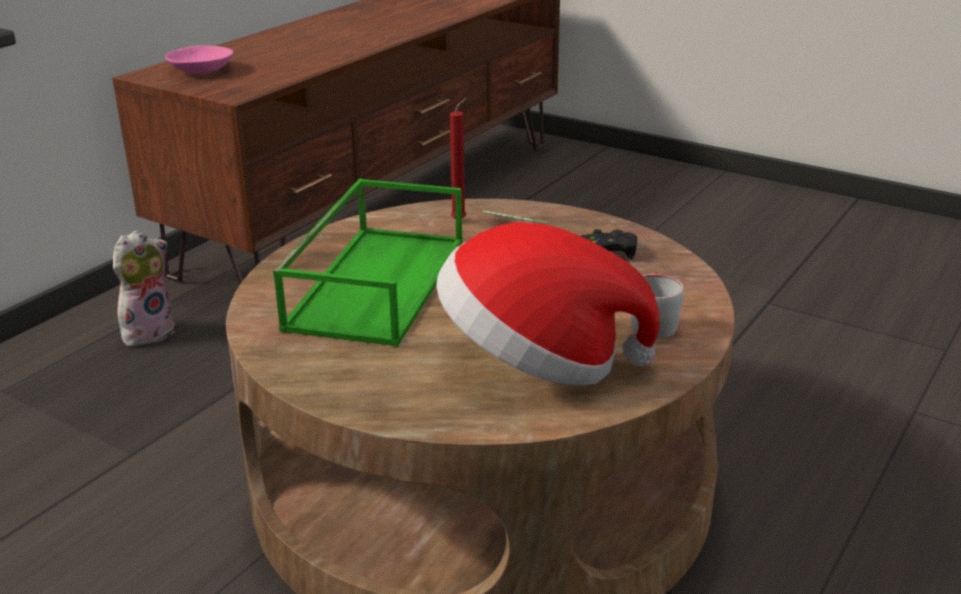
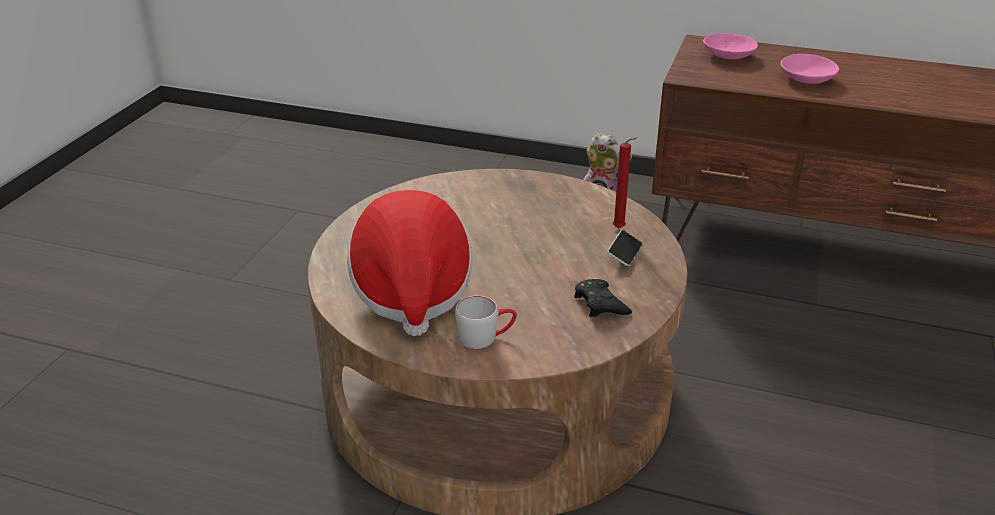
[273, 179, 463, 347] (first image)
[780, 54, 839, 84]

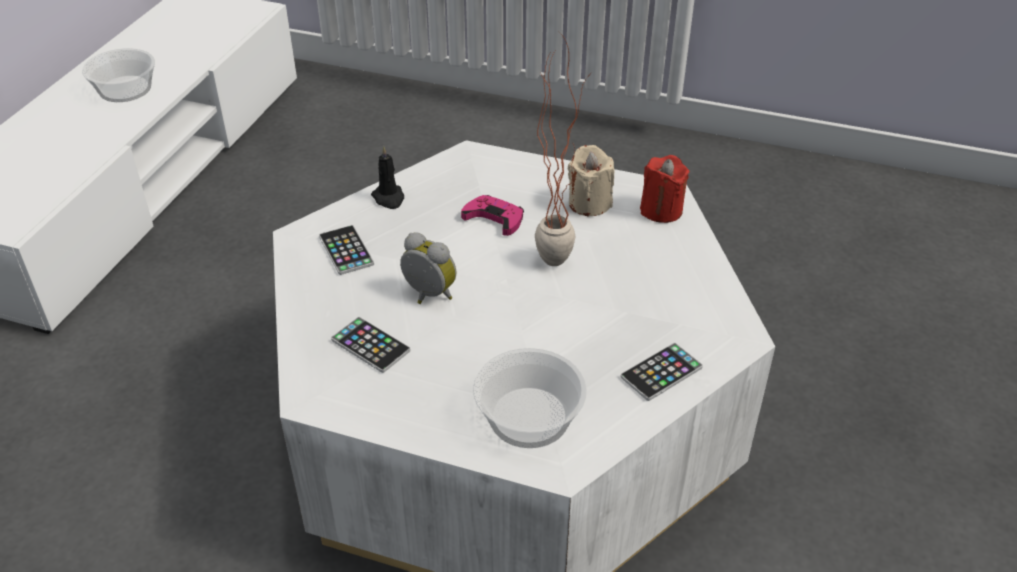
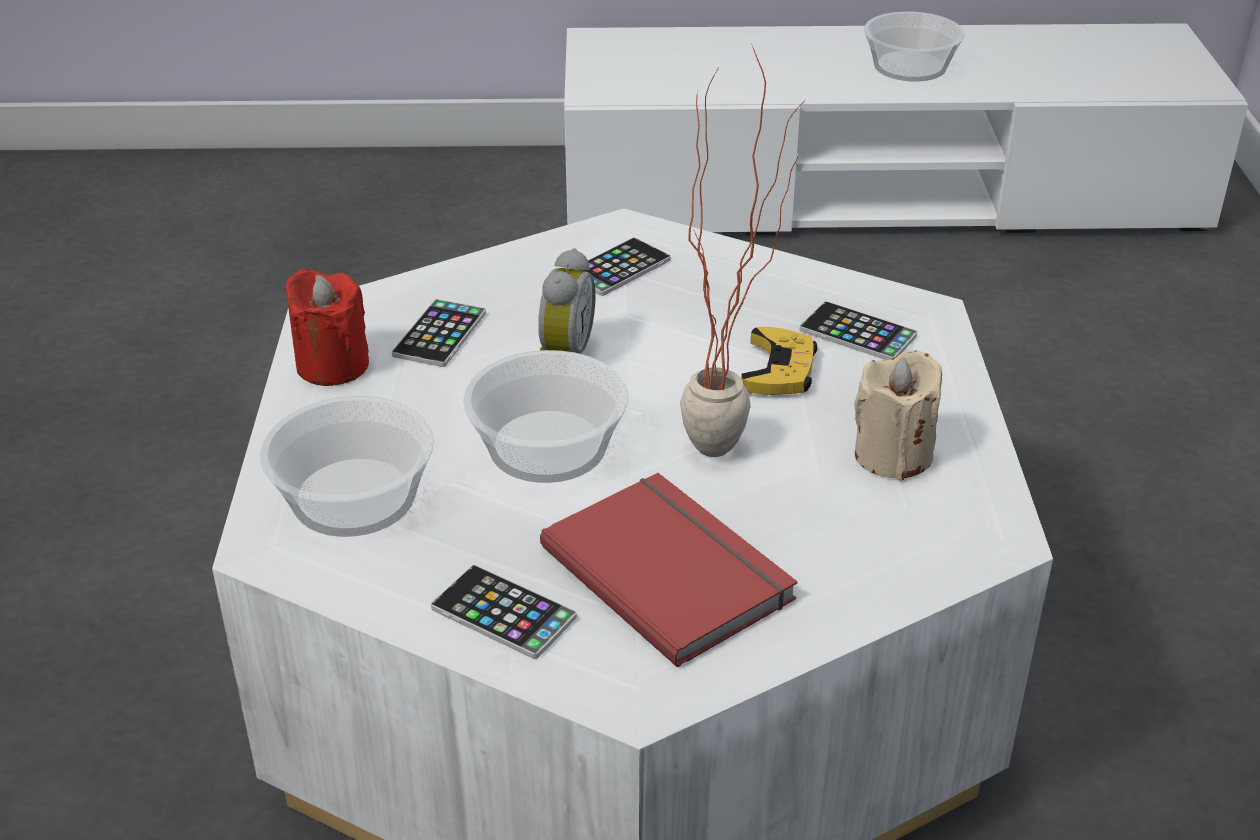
[371, 146, 404, 209] (first image)
[285, 269, 369, 386]
[741, 327, 817, 395]
[800, 301, 917, 360]
[463, 350, 629, 483]
[540, 473, 798, 667]

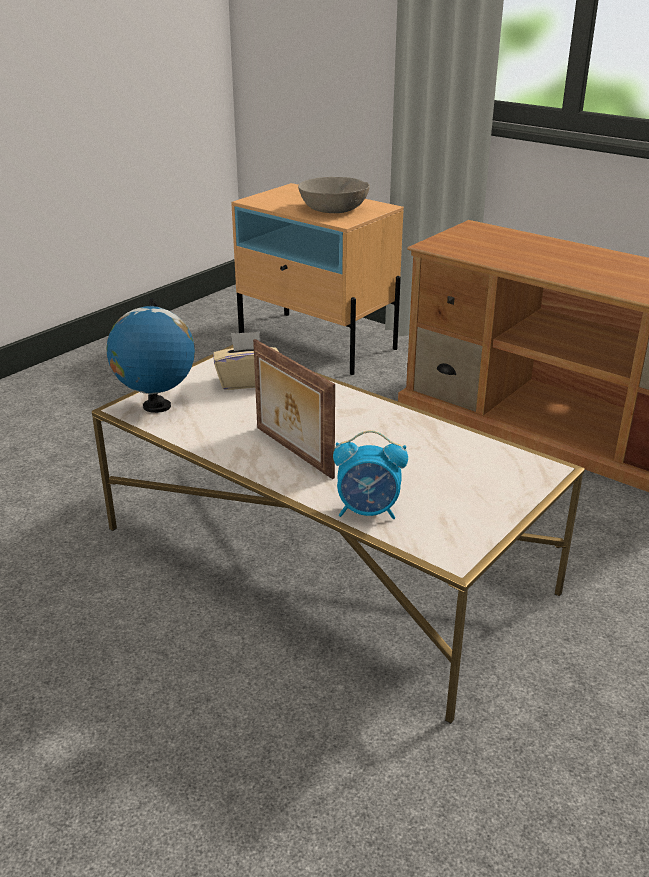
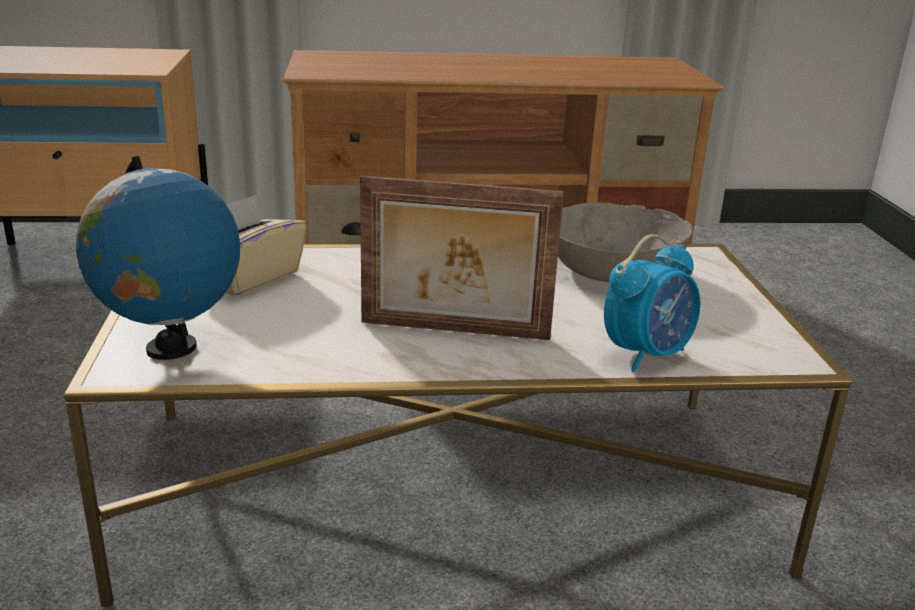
[558, 202, 693, 282]

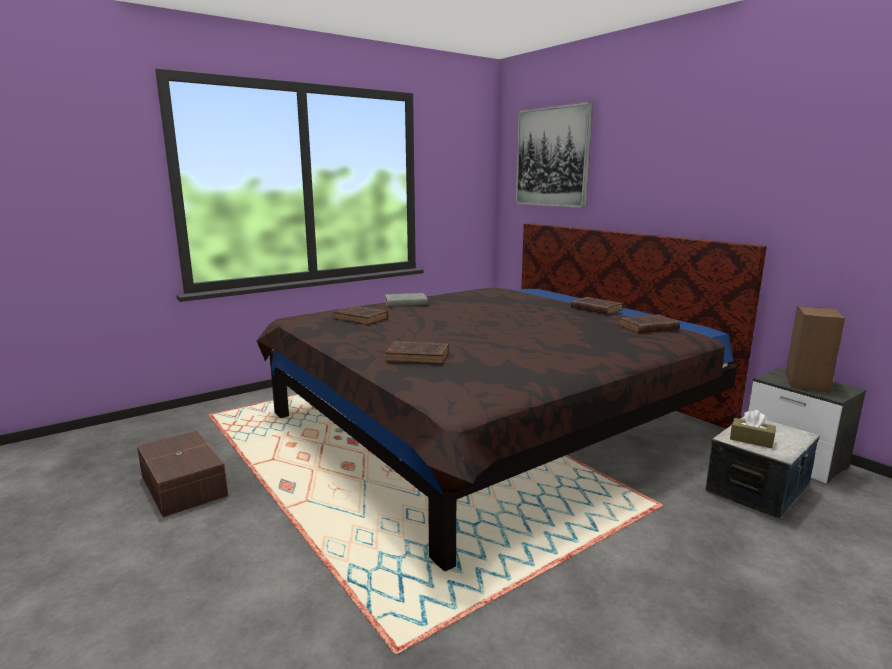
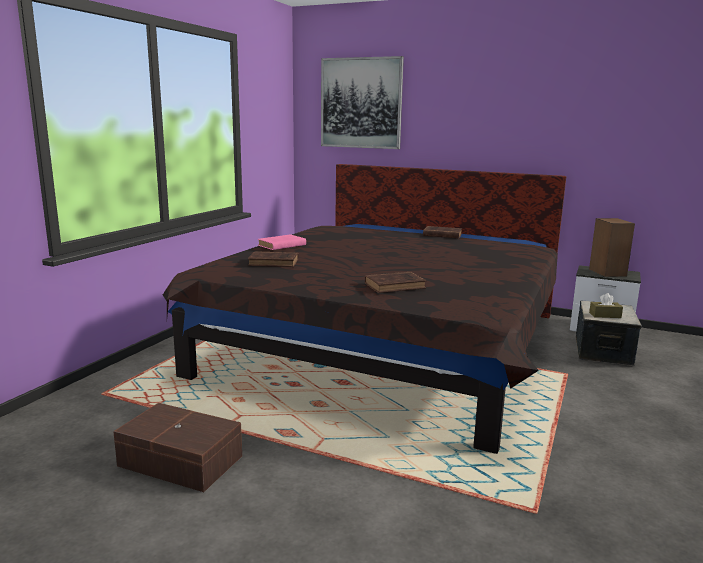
[258, 234, 306, 250]
[619, 314, 680, 333] (first image)

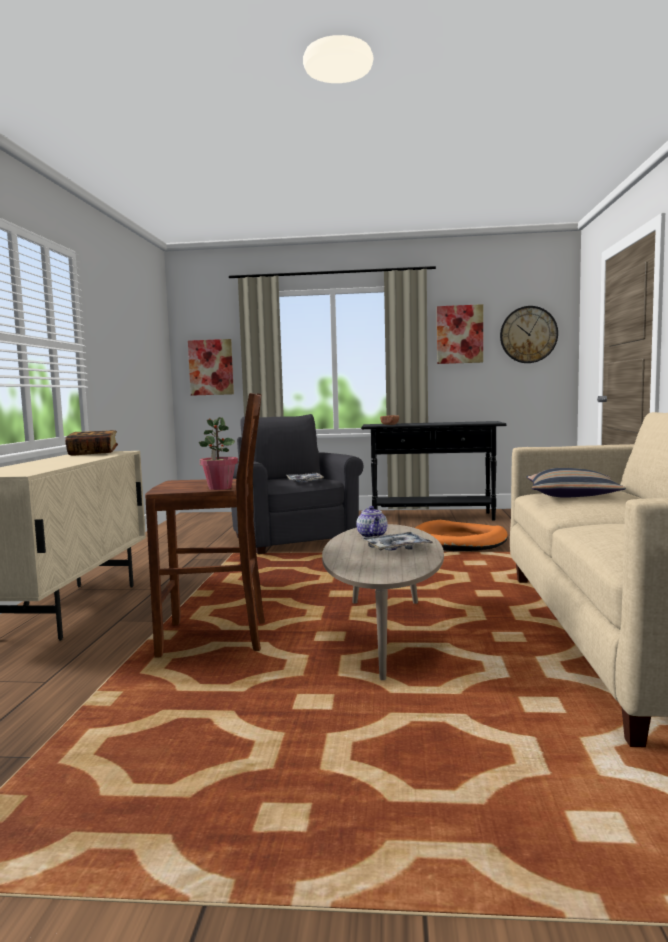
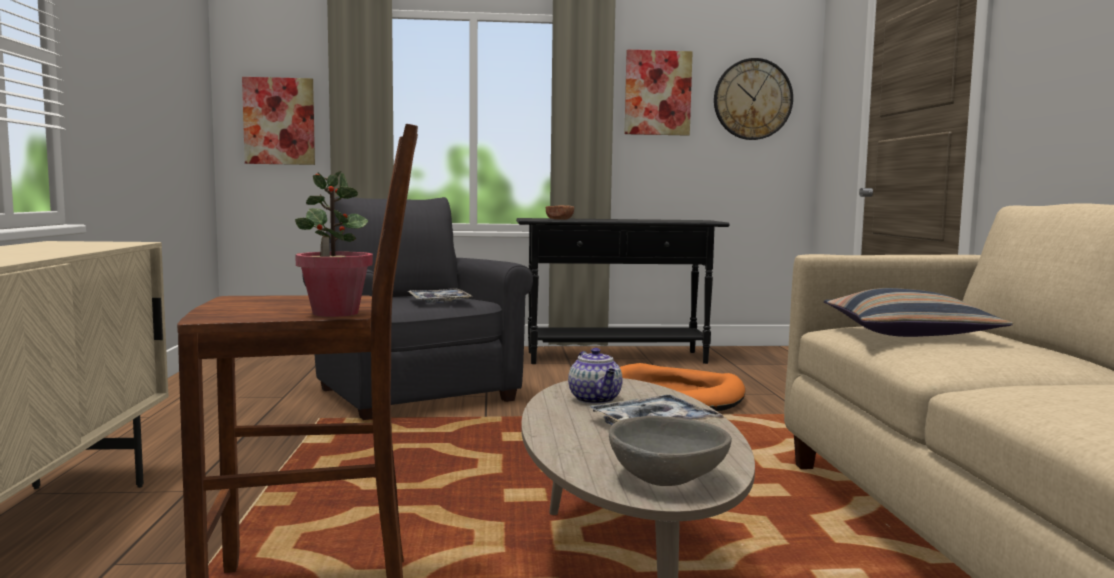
[65, 430, 118, 456] (first image)
[609, 416, 732, 486]

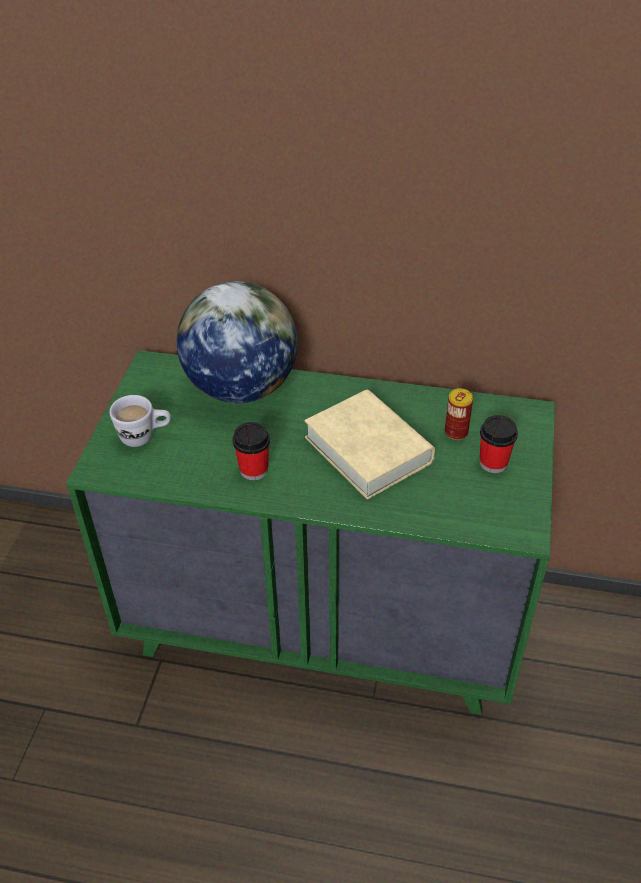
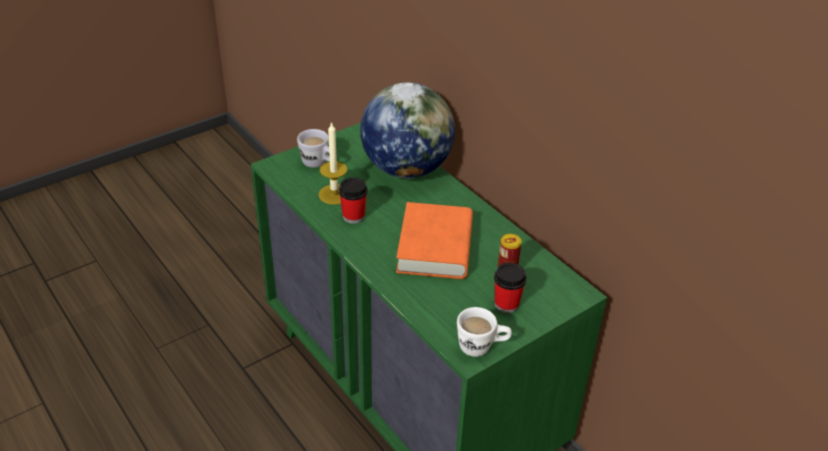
[396, 202, 473, 279]
[319, 122, 347, 205]
[457, 307, 512, 357]

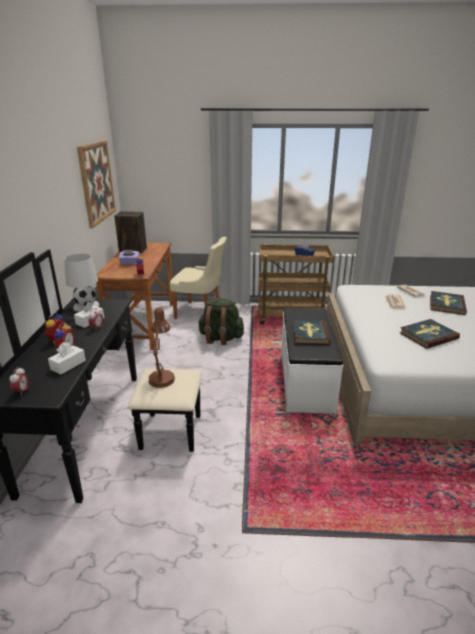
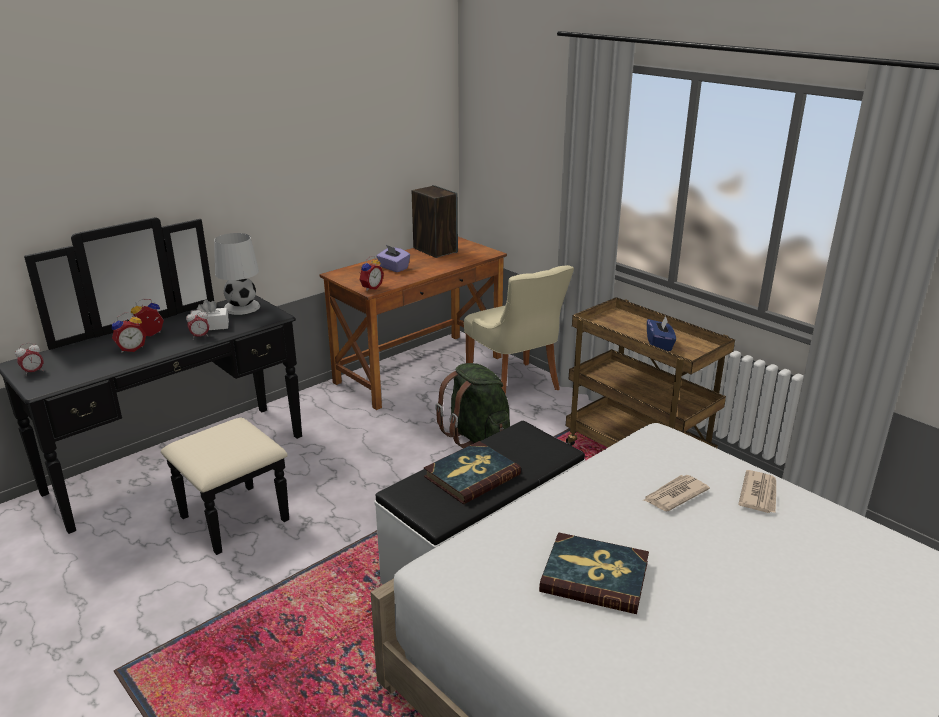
[77, 140, 116, 228] (first image)
[430, 291, 467, 315] (first image)
[148, 307, 175, 388] (first image)
[48, 342, 86, 375] (first image)

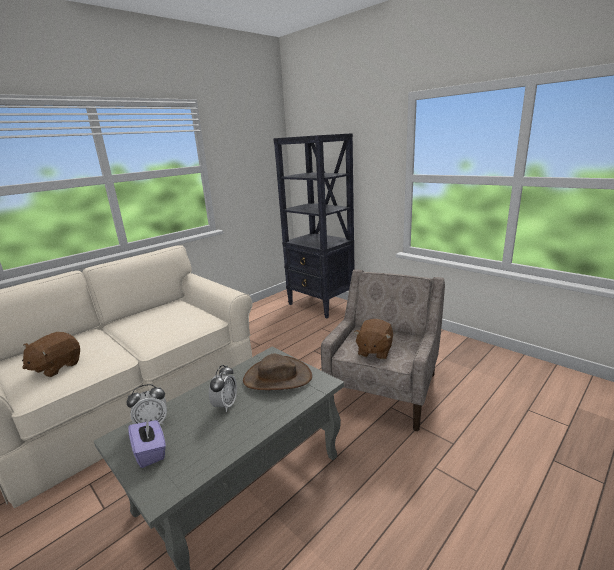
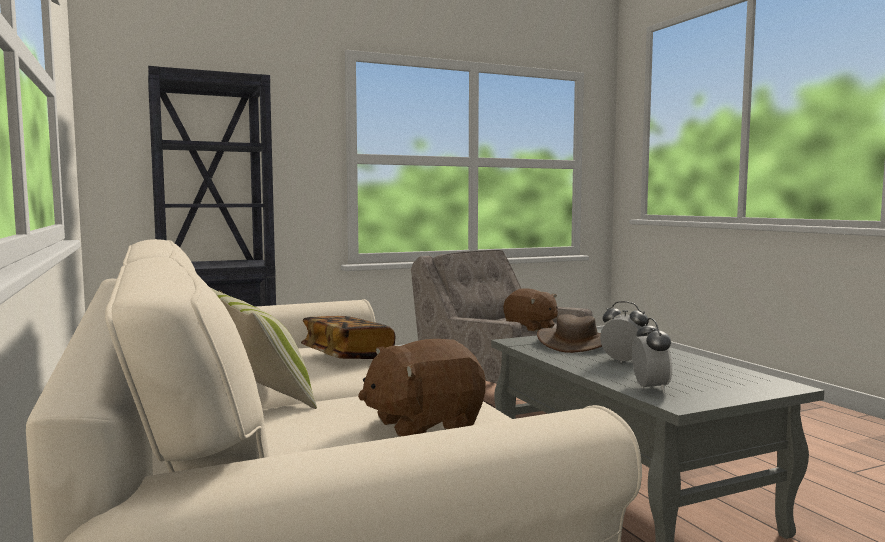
[358, 339, 486, 437]
[128, 418, 166, 468] (first image)
[211, 288, 317, 409]
[301, 316, 395, 359]

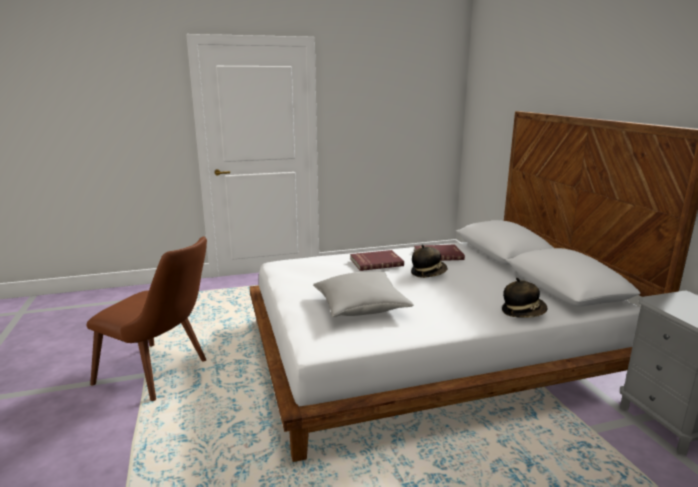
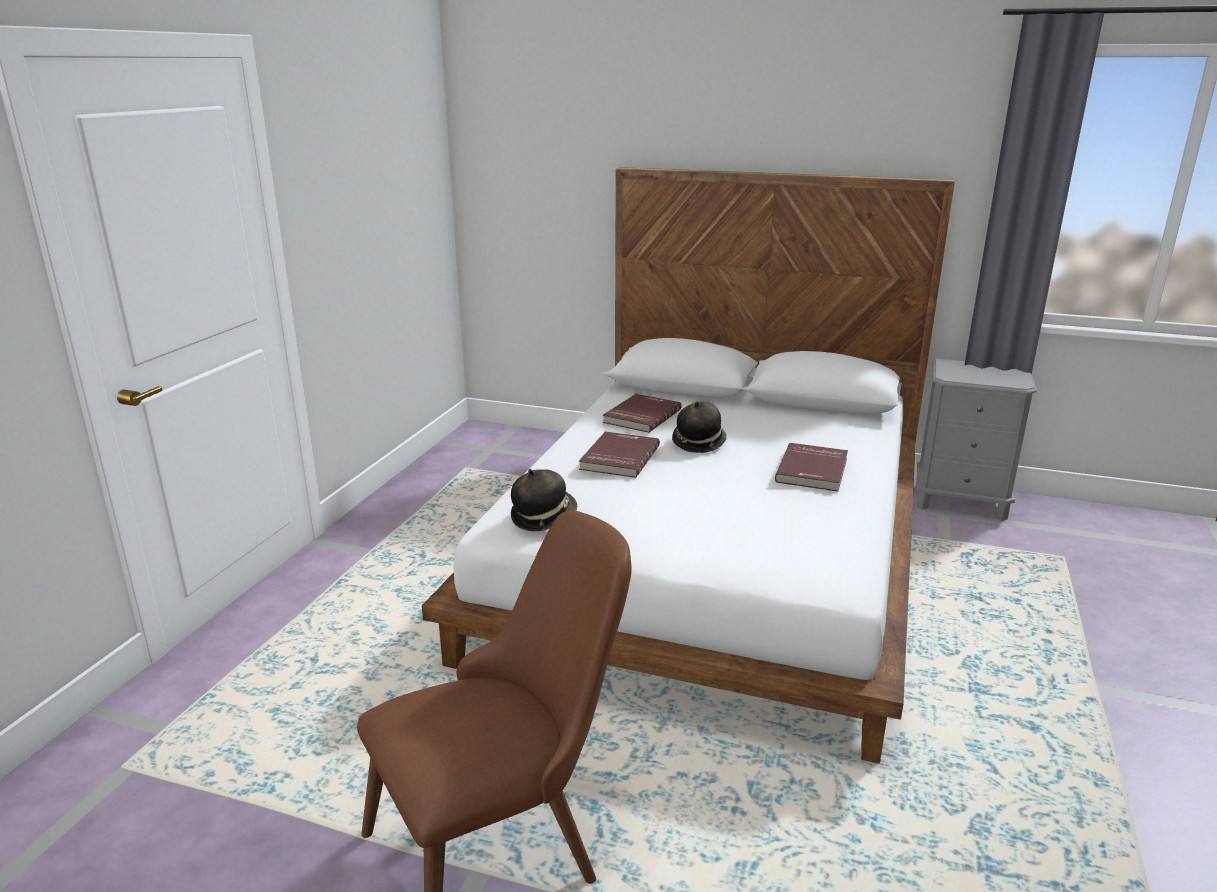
[313, 272, 414, 317] (first image)
[511, 469, 577, 532]
[775, 443, 848, 492]

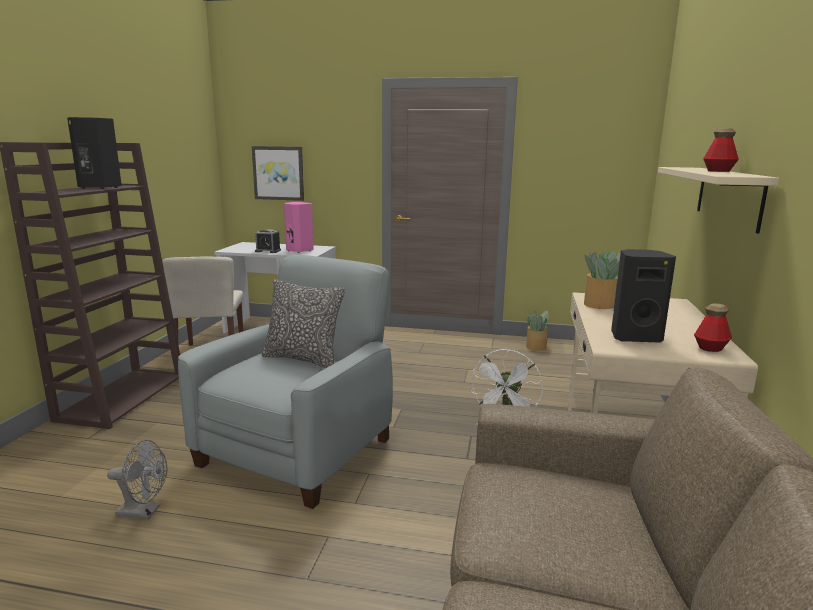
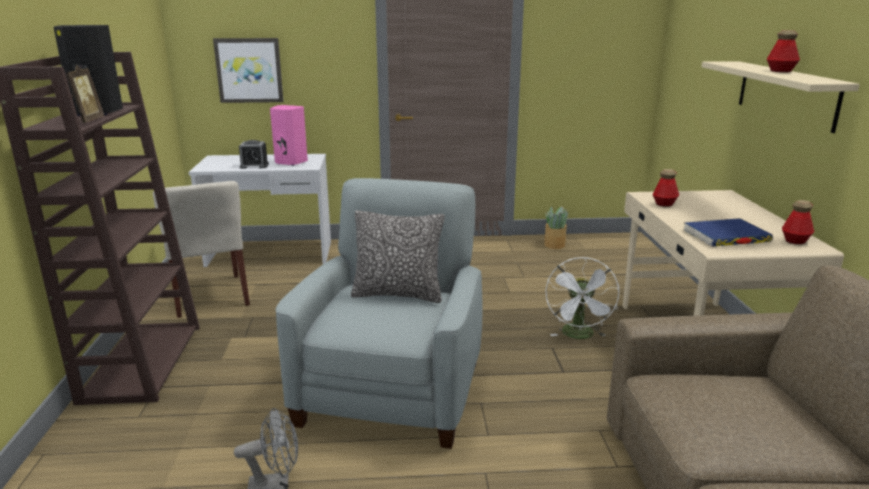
[684, 218, 773, 247]
[653, 169, 679, 207]
[66, 64, 104, 123]

